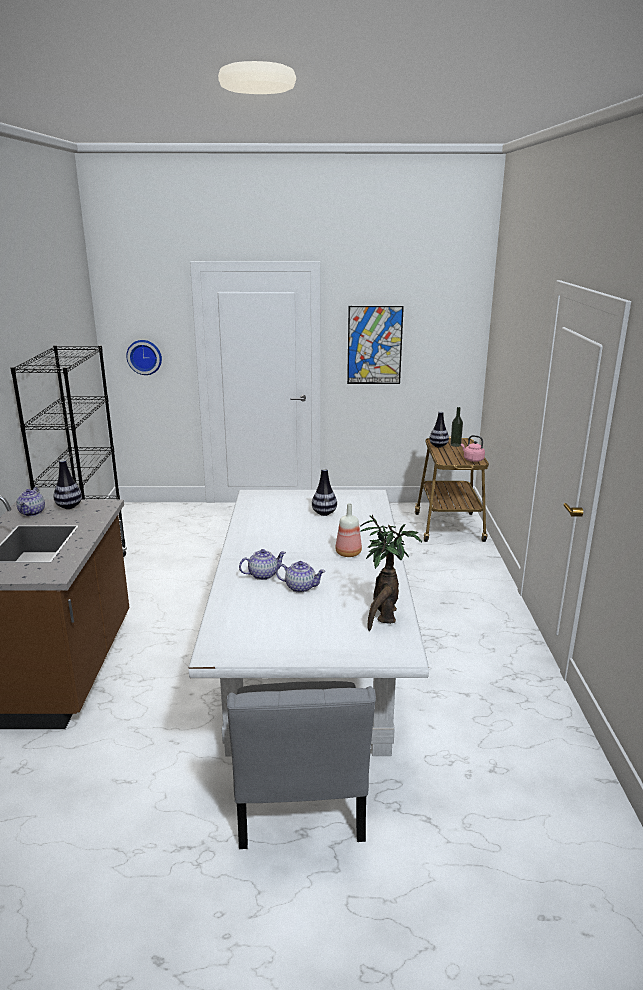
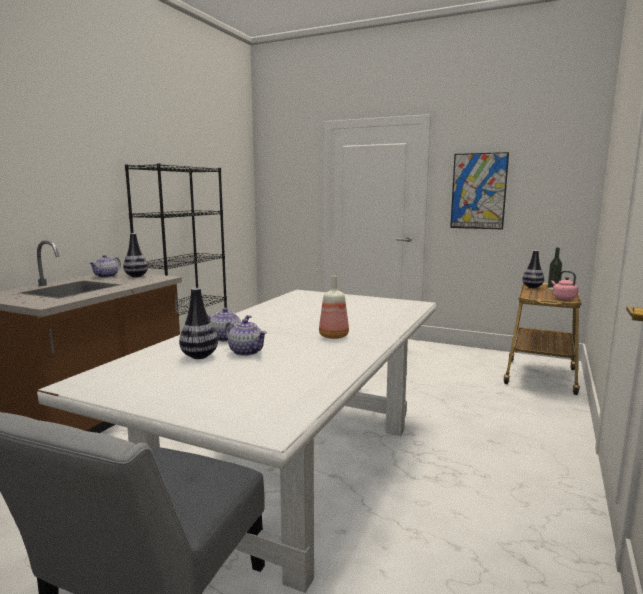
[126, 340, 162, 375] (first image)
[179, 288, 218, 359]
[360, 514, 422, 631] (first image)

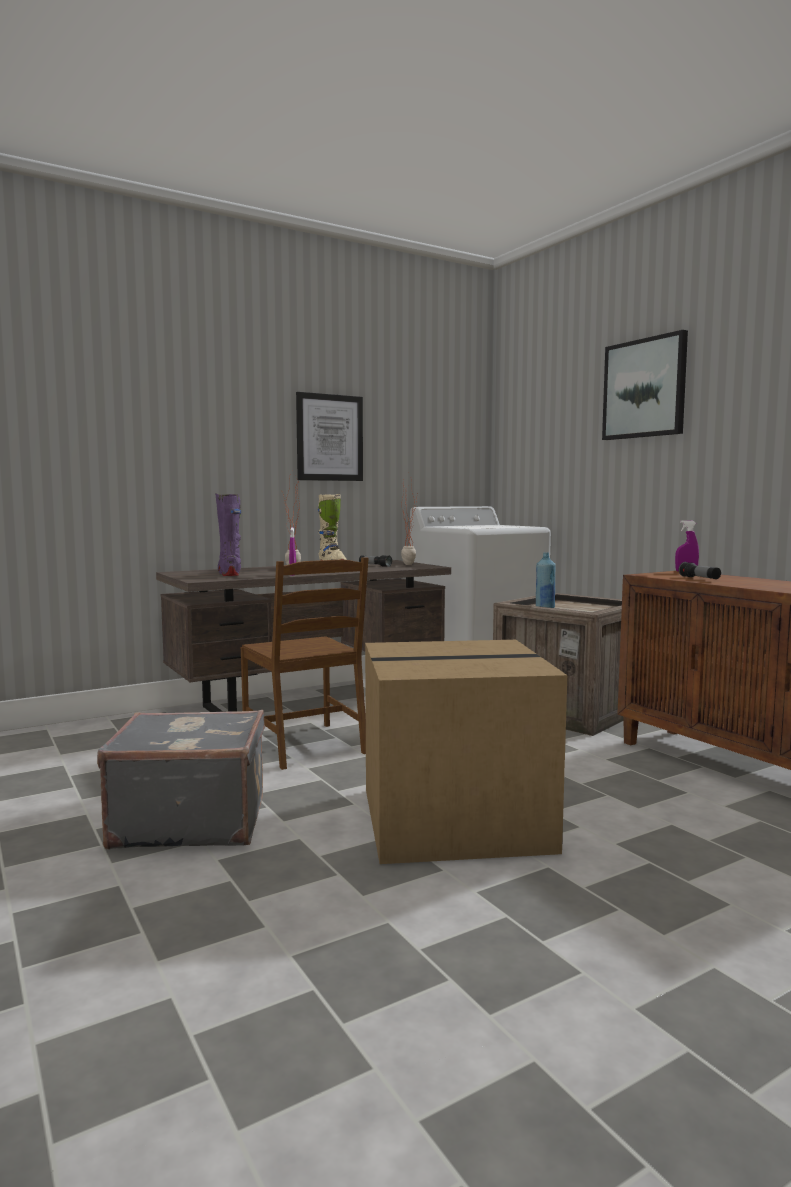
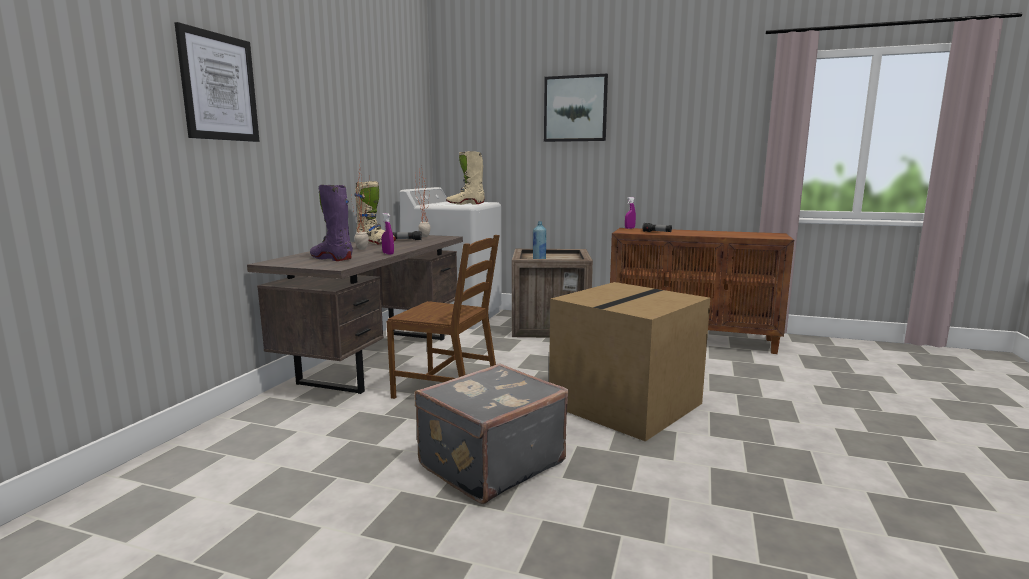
[175, 22, 260, 142]
[446, 151, 485, 205]

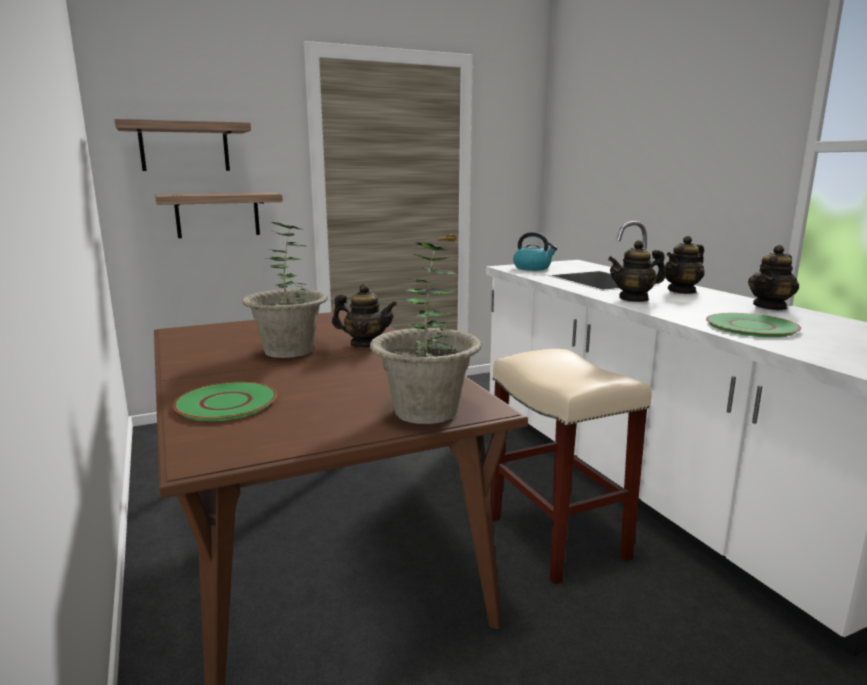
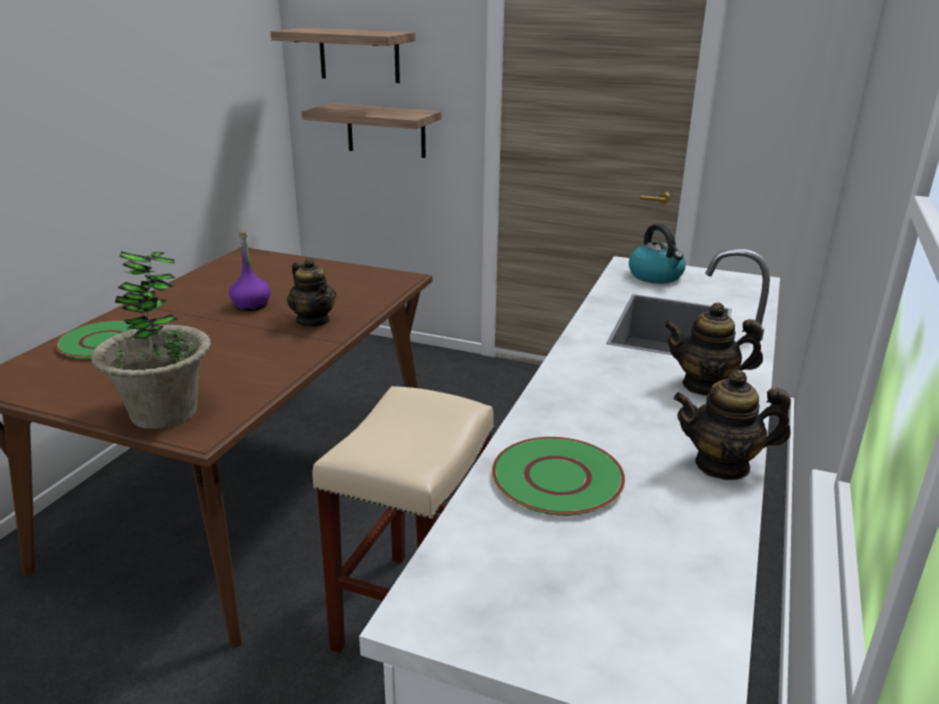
[229, 230, 271, 311]
[608, 240, 665, 302] (first image)

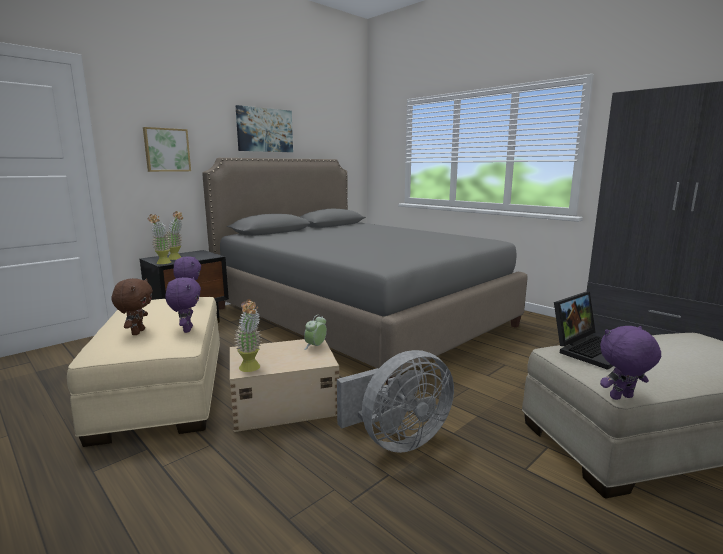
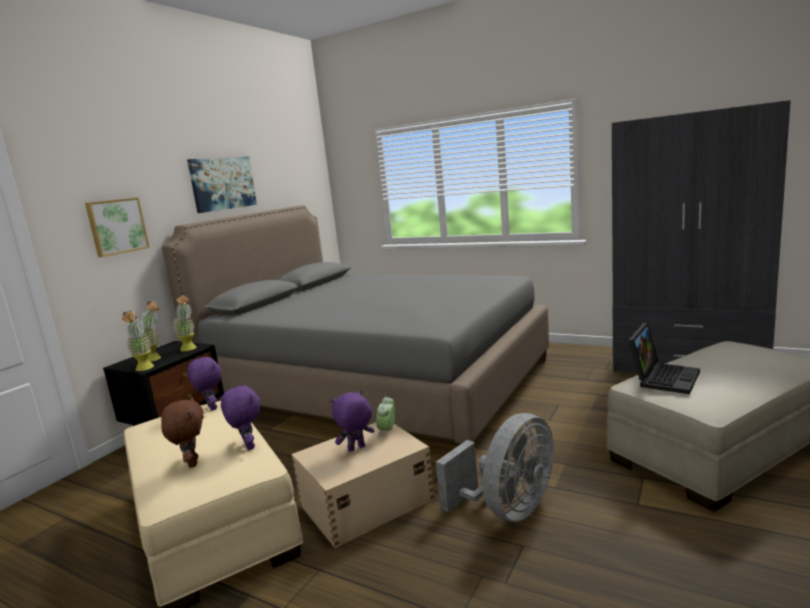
[173, 295, 197, 351]
[331, 390, 374, 452]

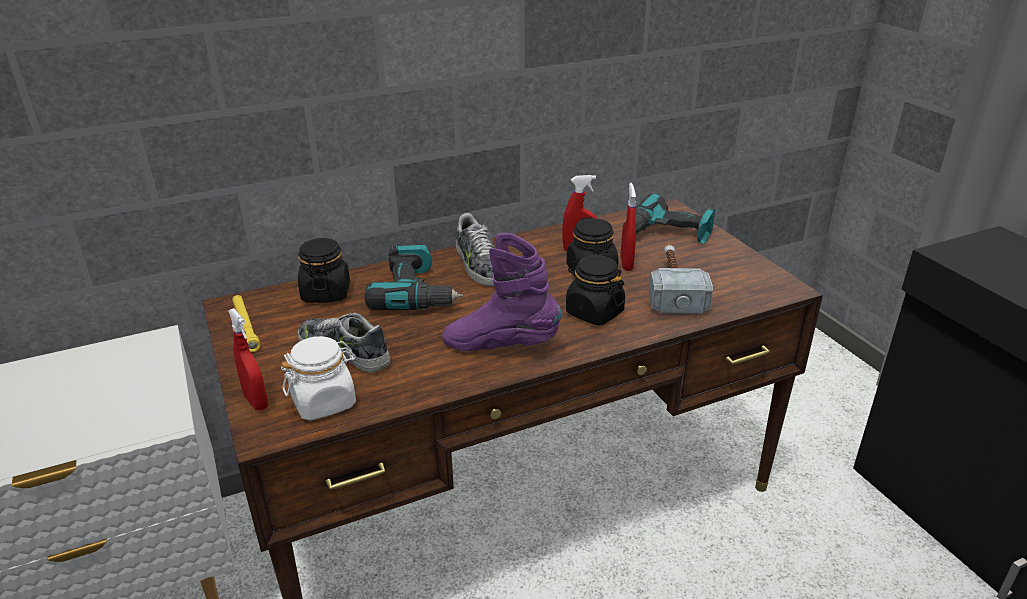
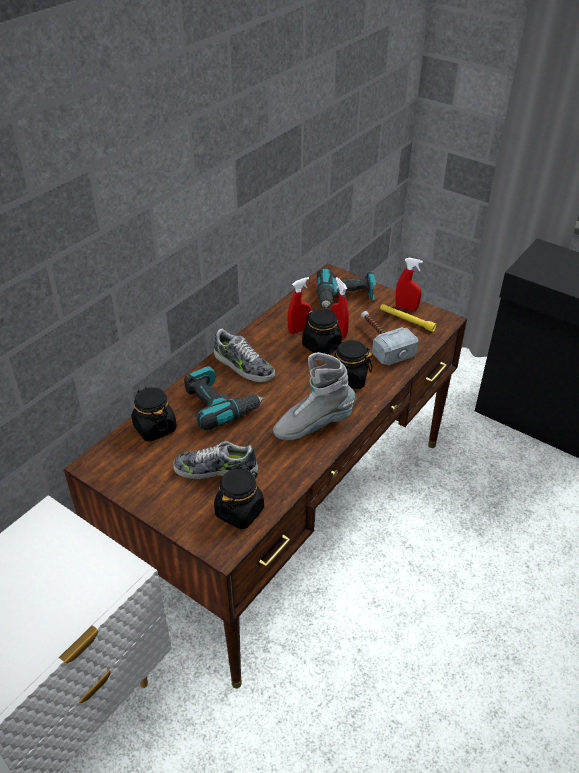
[273, 352, 356, 440]
[380, 304, 437, 332]
[395, 258, 423, 311]
[214, 468, 264, 529]

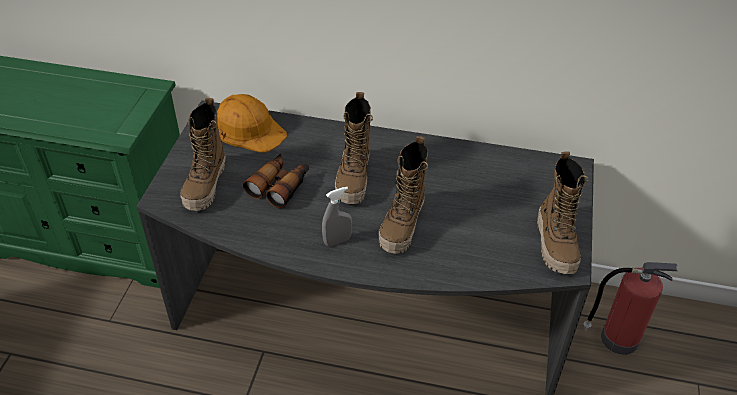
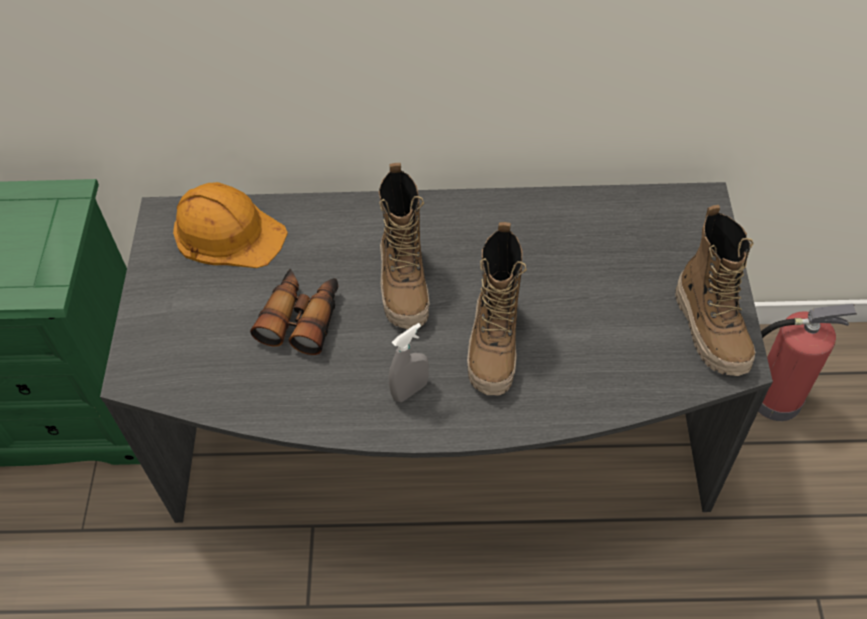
[180, 98, 226, 211] (first image)

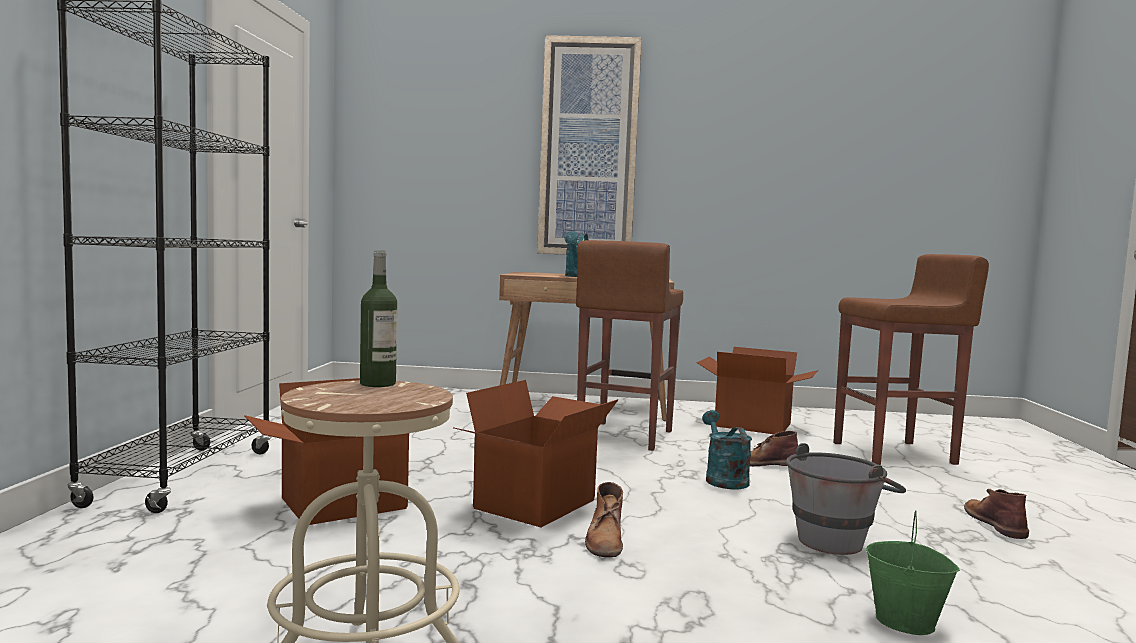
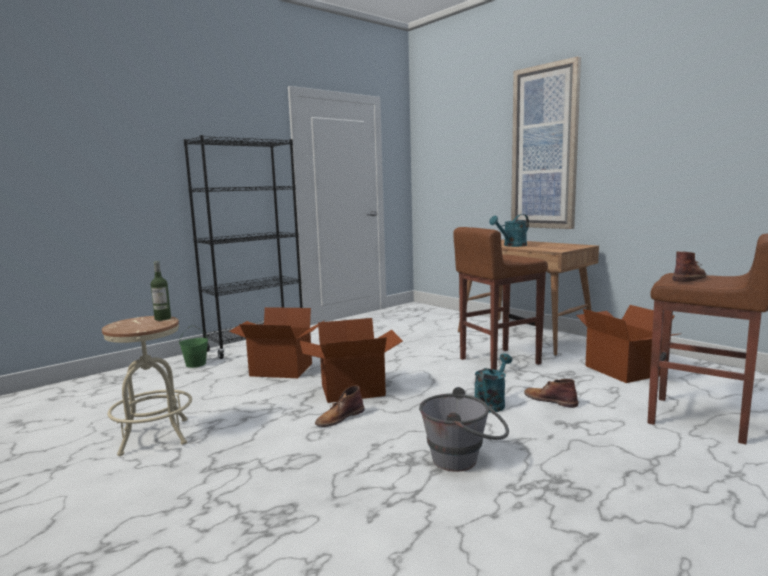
[672, 252, 706, 282]
[179, 325, 208, 368]

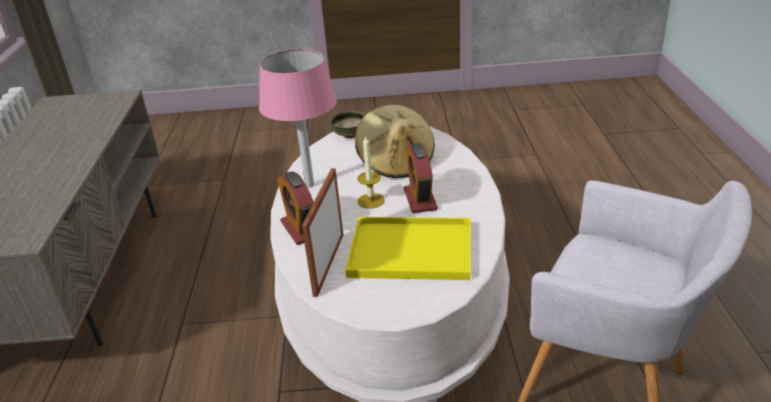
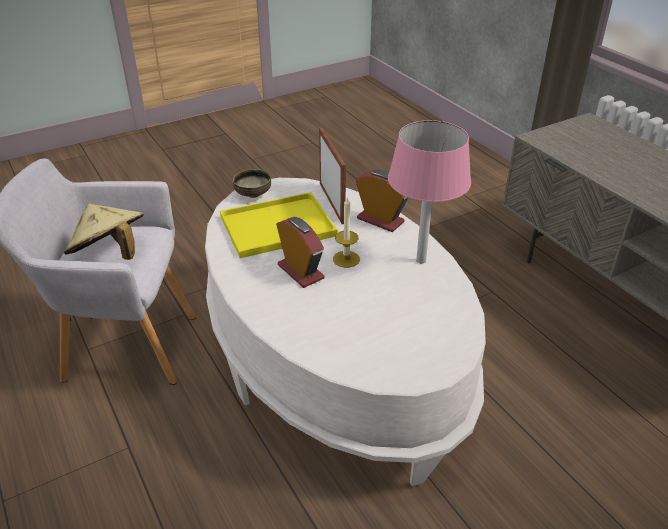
[64, 203, 144, 260]
[233, 169, 271, 198]

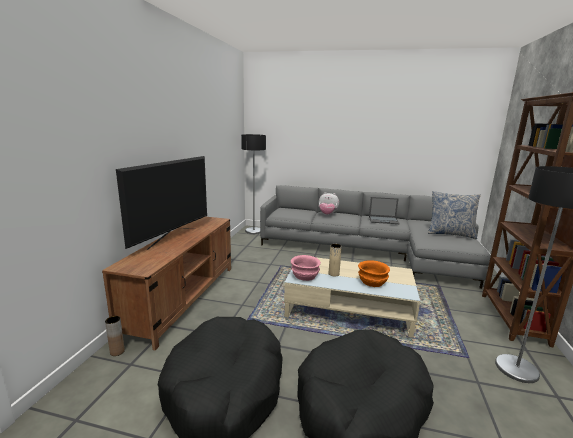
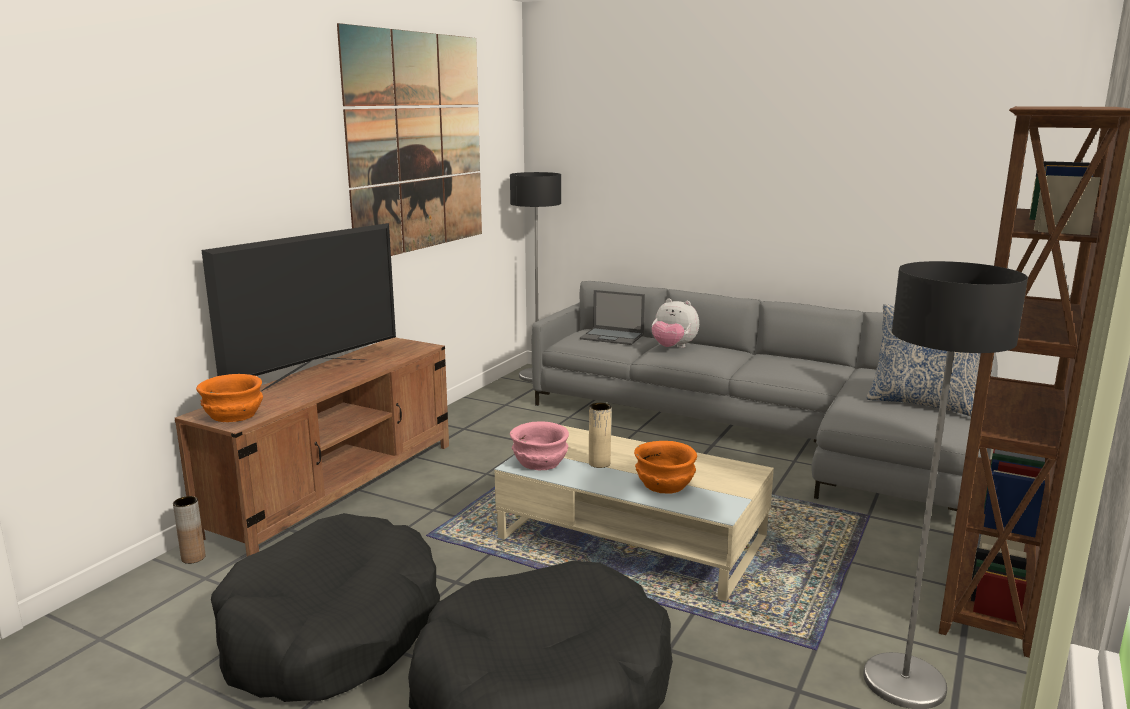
[580, 290, 645, 345]
[337, 23, 482, 256]
[196, 374, 263, 422]

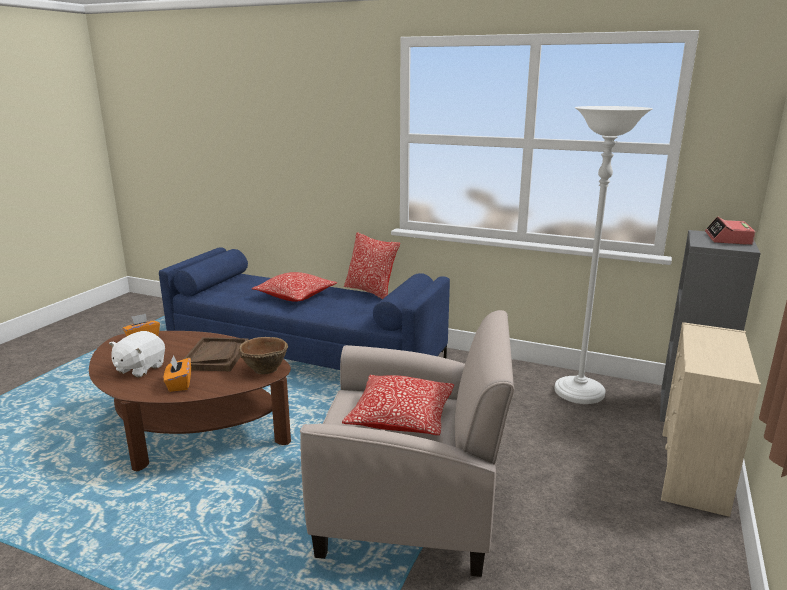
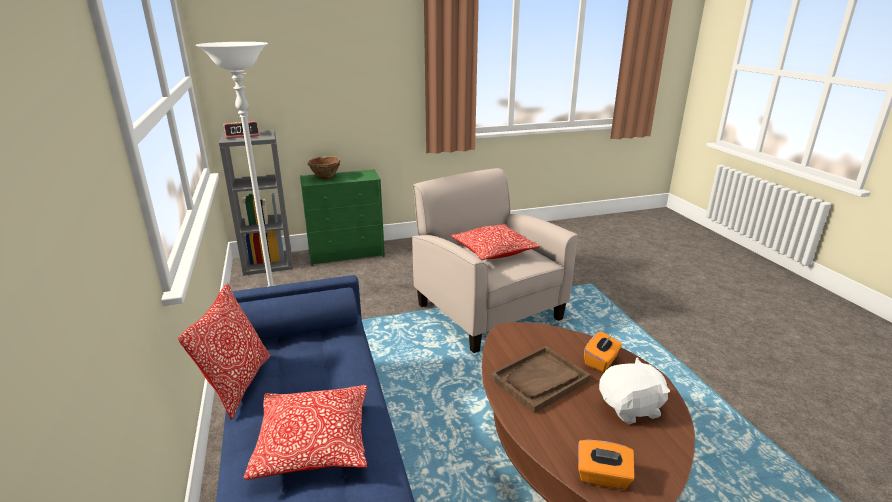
[300, 169, 385, 266]
[307, 156, 340, 179]

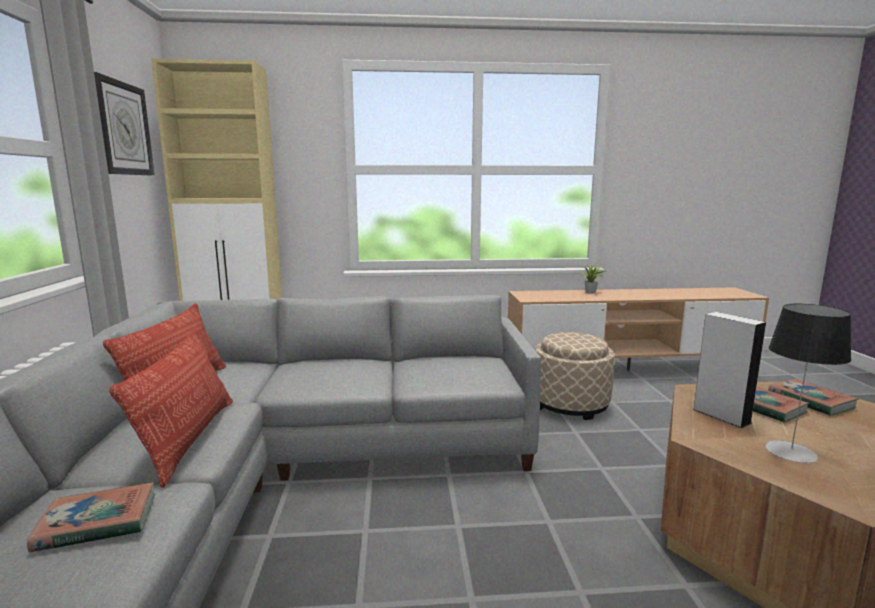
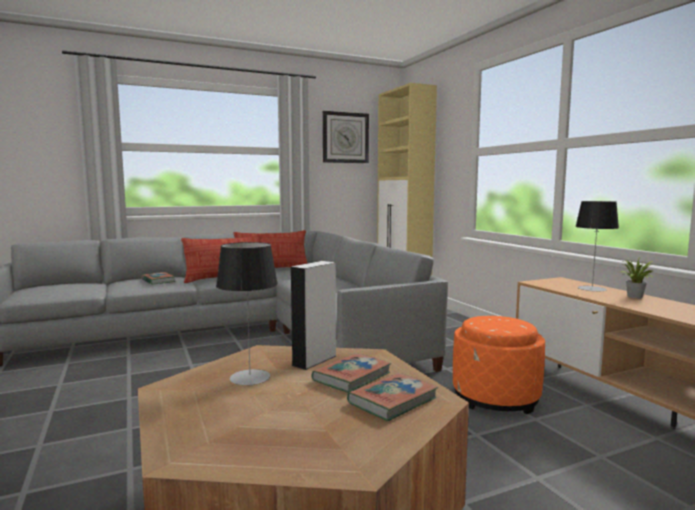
[453, 316, 545, 414]
[575, 201, 619, 291]

